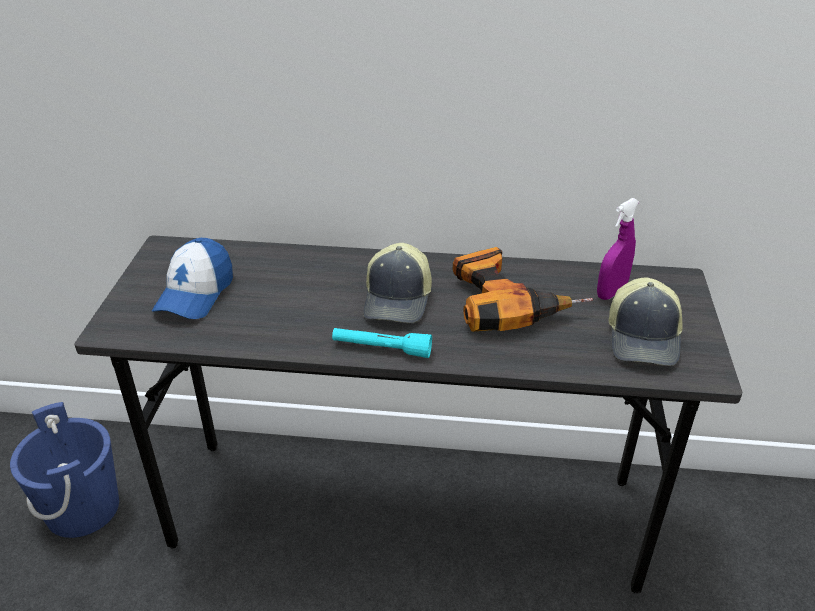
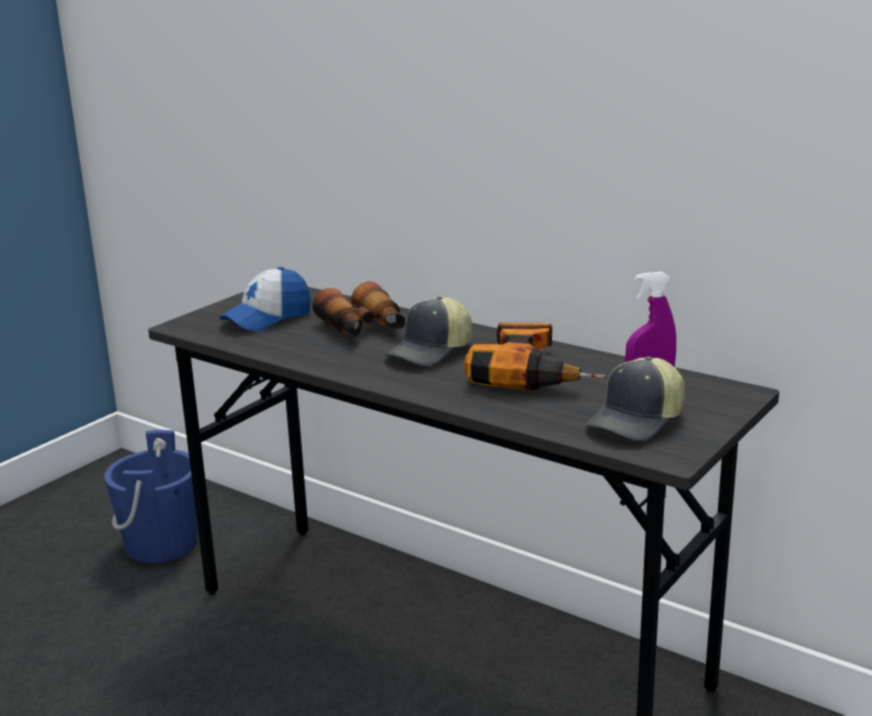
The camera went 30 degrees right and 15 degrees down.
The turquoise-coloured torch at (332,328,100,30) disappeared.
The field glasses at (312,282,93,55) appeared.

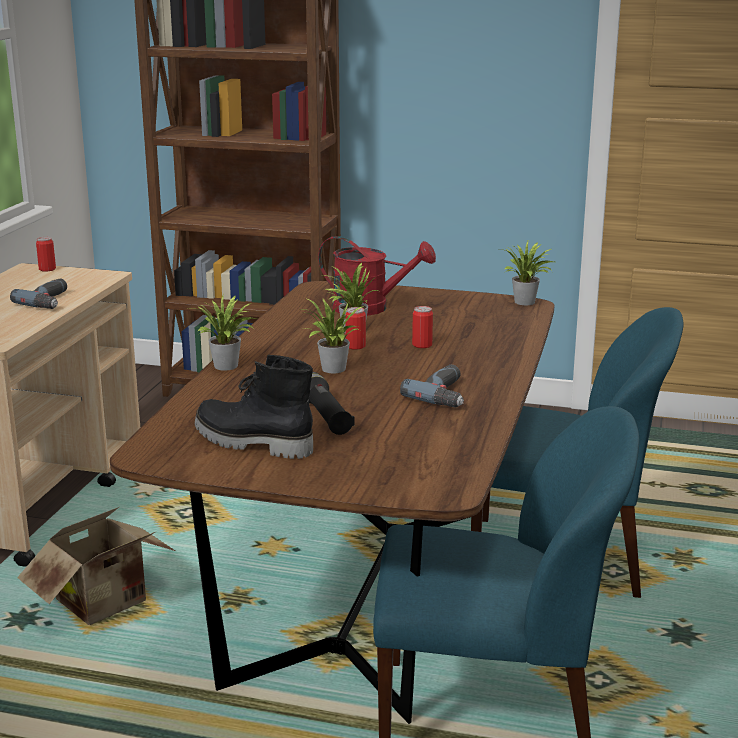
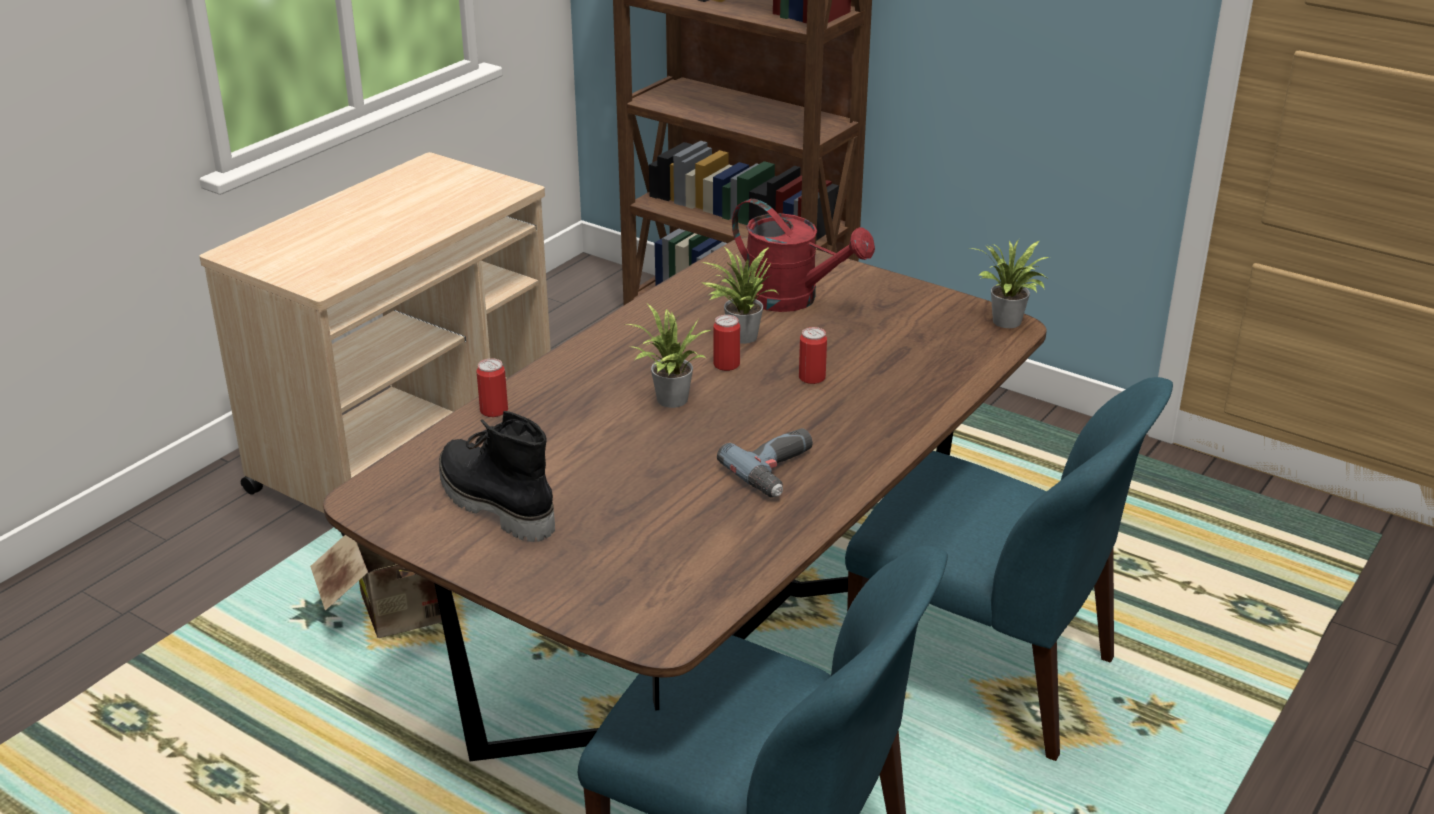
The camera went 20 degrees right and 10 degrees up.
The drill at (10,279,57,30) disappeared.
The potted plant at (190,295,68,76) disappeared.
The blackish torch at (309,372,45,63) disappeared.
The can moved from (36,237,20,35) to (476,358,32,59).

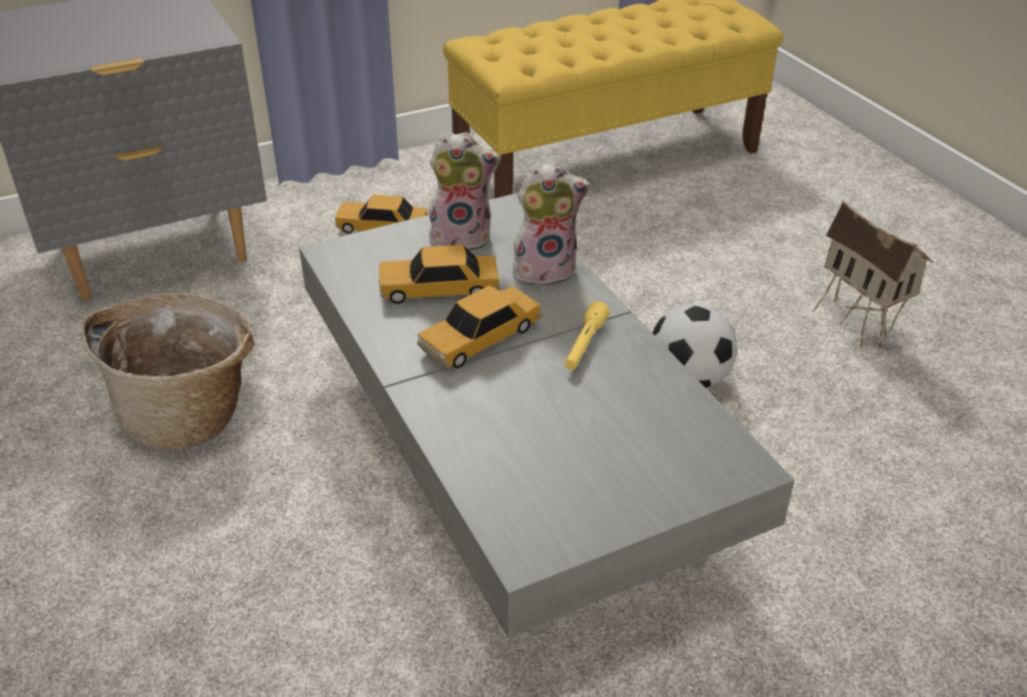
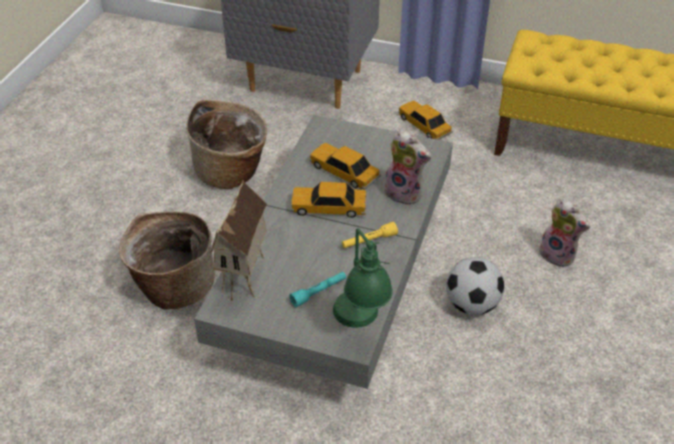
The camera went 45 degrees right and 5 degrees up.
The basket at (119,212,96,98) appeared.
The turquoise-coloured torch at (289,272,57,35) appeared.
The greenish lamp for a table at (333,228,60,100) appeared.
The soft toy moved from (428,132,73,119) to (539,199,51,69).
The miniature house moved from (812,200,122,148) to (210,180,57,121).

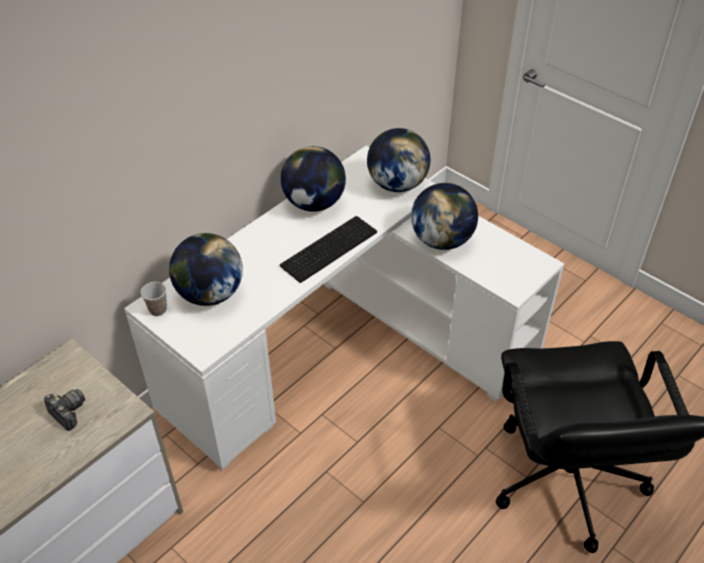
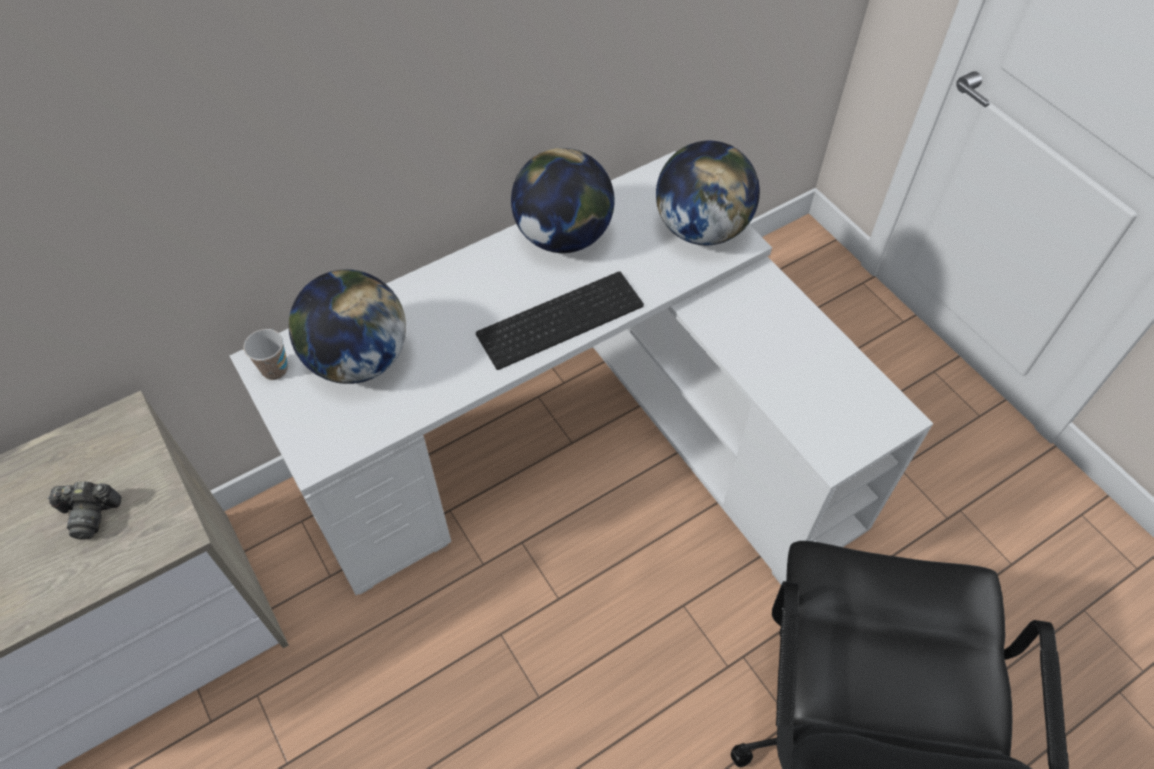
The camera went 15 degrees right and 10 degrees up.
The world globe at (411,183,67,67) disappeared.
The still camera at (44,389,41,42) turned 120 degrees clockwise.

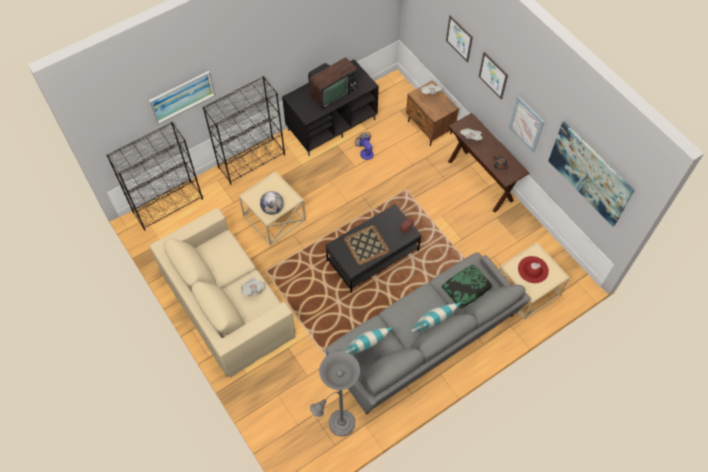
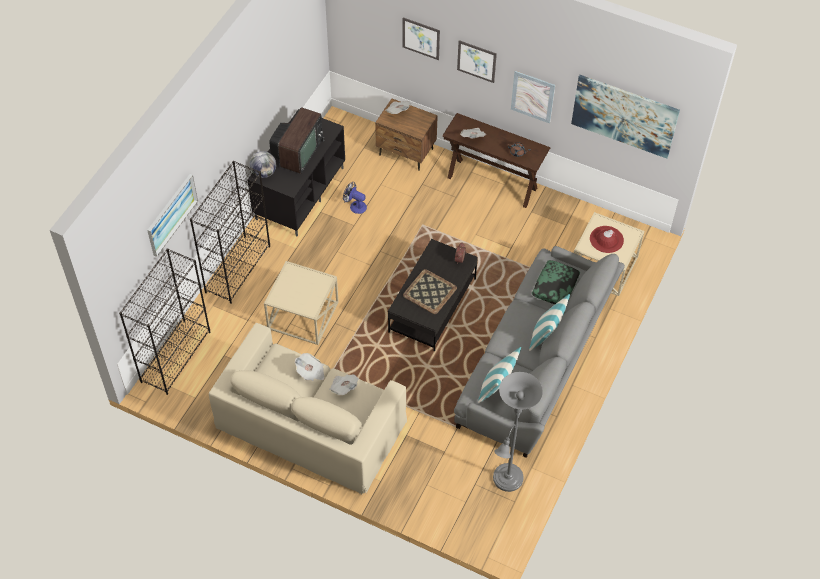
The camera went 30 degrees left and 5 degrees down.
The daily paper at (295,353,29,28) appeared.
The world globe moved from (260,191,23,24) to (250,151,26,27).

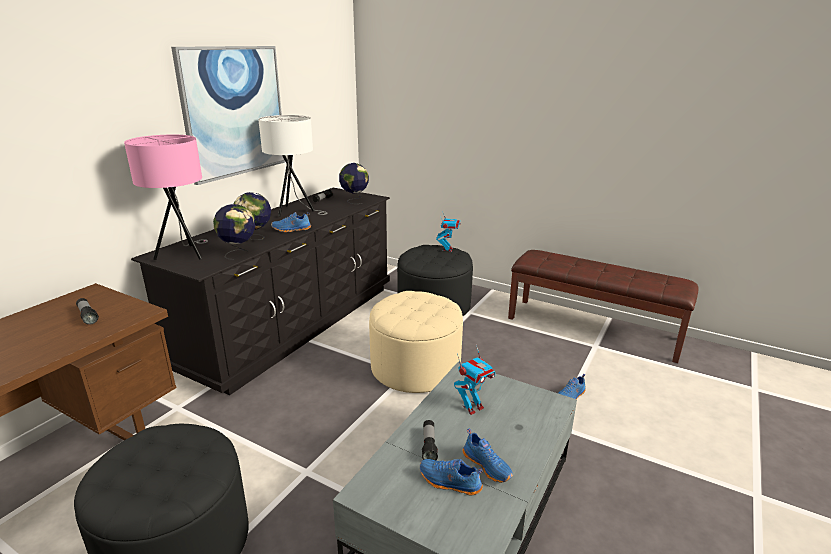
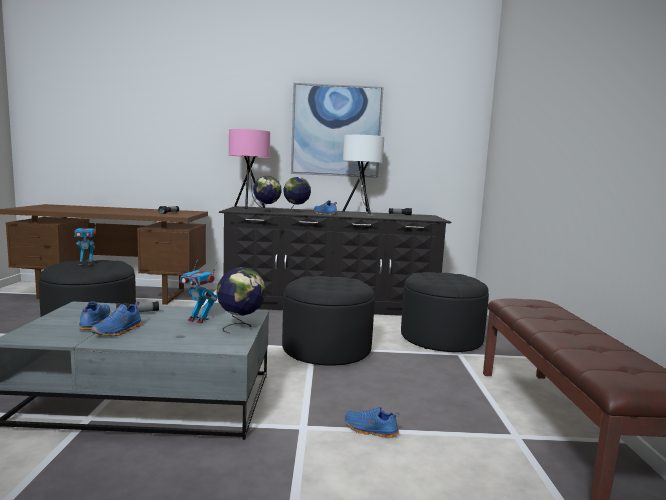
The camera went 60 degrees right and 15 degrees down.
The world globe moved from (339,163,30,41) to (216,267,50,67).
The model robot moved from (436,212,25,40) to (74,221,22,44).
The beige pouffe at (369,291,94,102) became the blackish pouffe at (282,276,93,90).

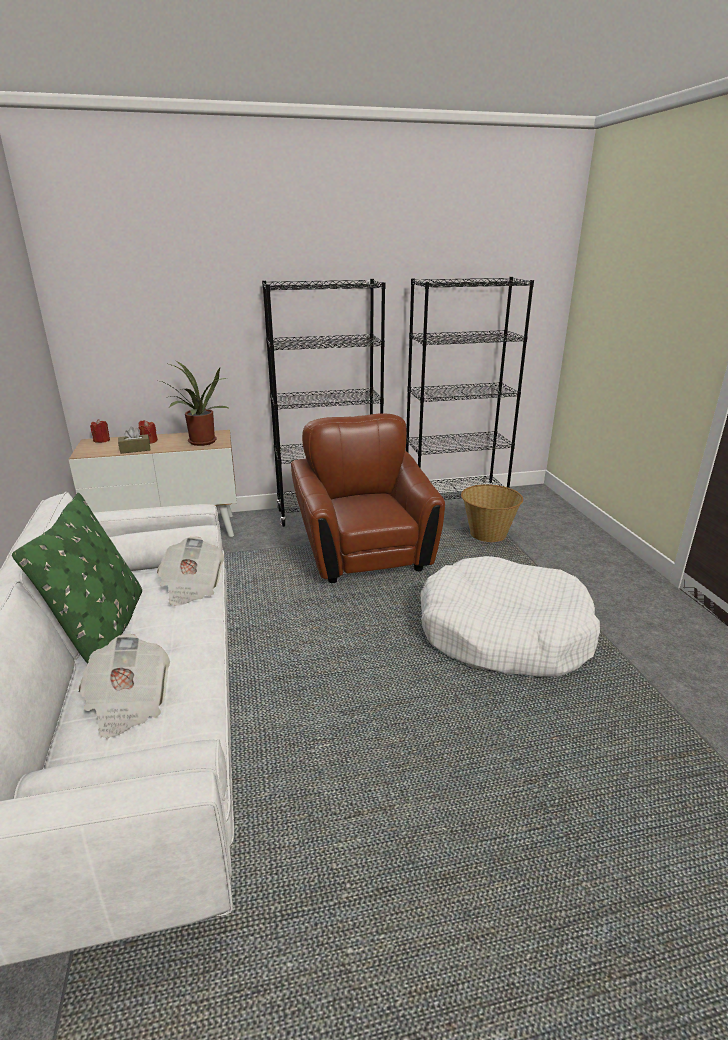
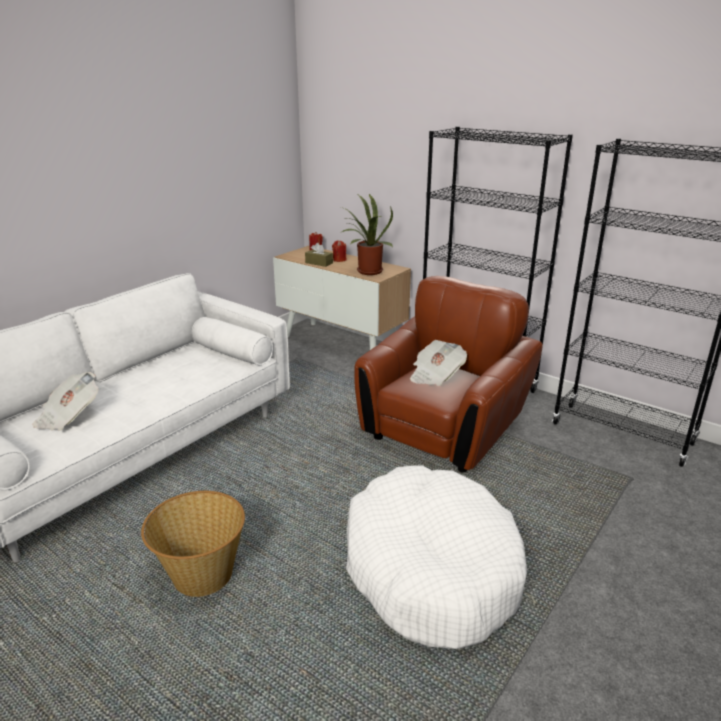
The camera went 50 degrees right and 0 degrees up.
The greenish throw pillow at (12,493,130,171) disappeared.
The daily paper moved from (157,536,67,70) to (410,340,57,46).
The basket moved from (461,484,62,58) to (141,491,104,106).

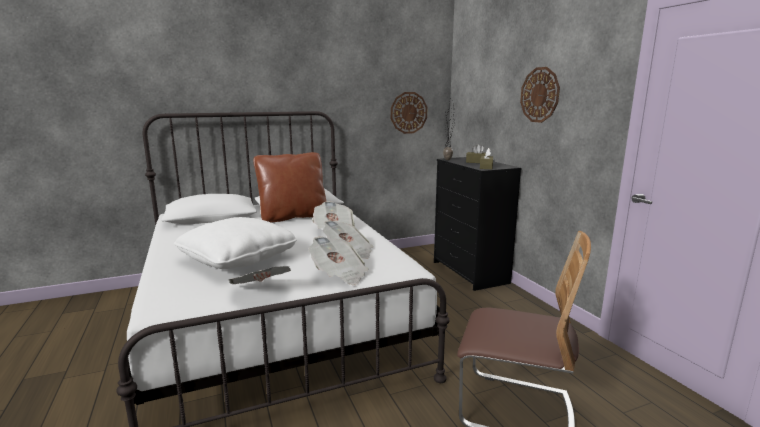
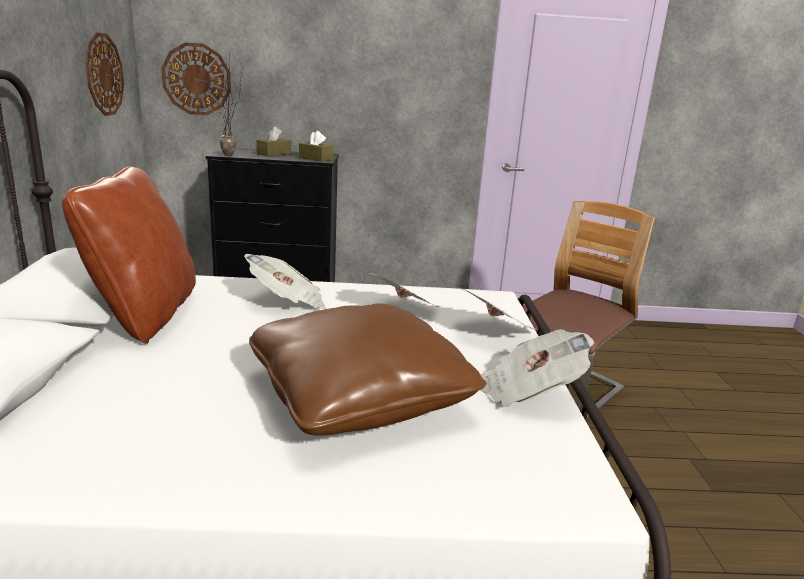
The camera went 70 degrees left and 5 degrees up.
The wall clock moved from (520,67,40,56) to (161,42,70,73).
The whitish throw pillow at (174,217,123,52) became the brownish throw pillow at (249,303,237,133).

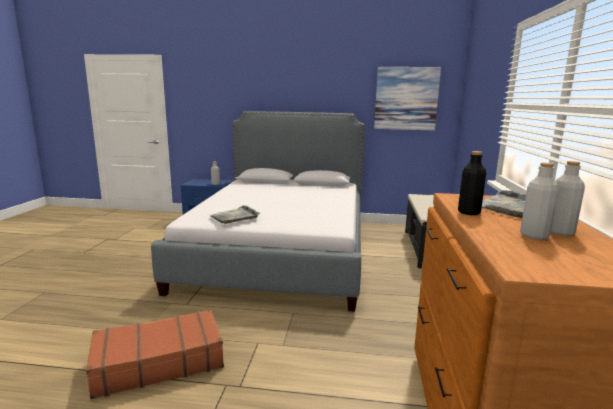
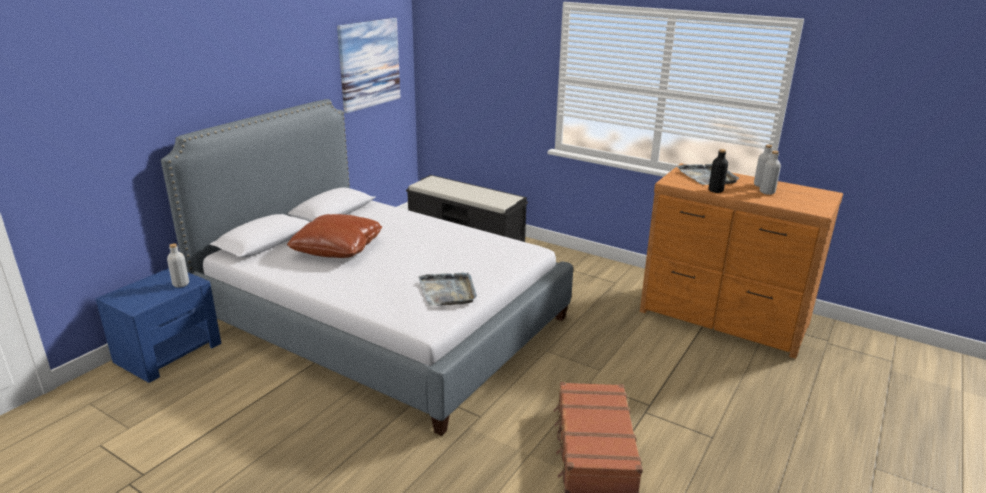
The camera went 65 degrees left and 10 degrees up.
The brownish throw pillow at (287,214,95,44) appeared.

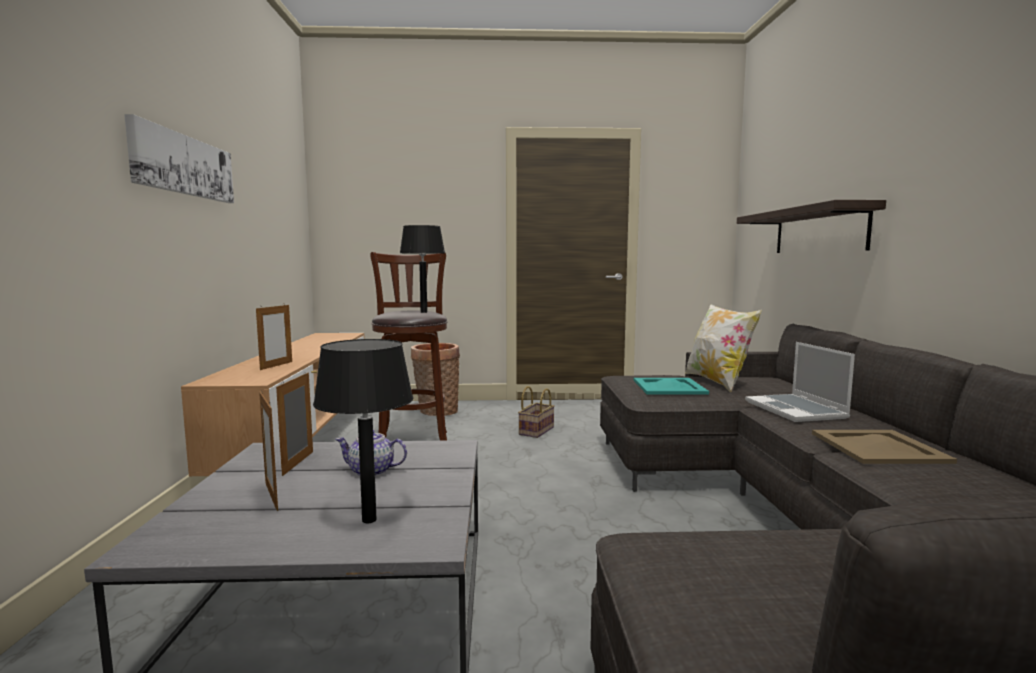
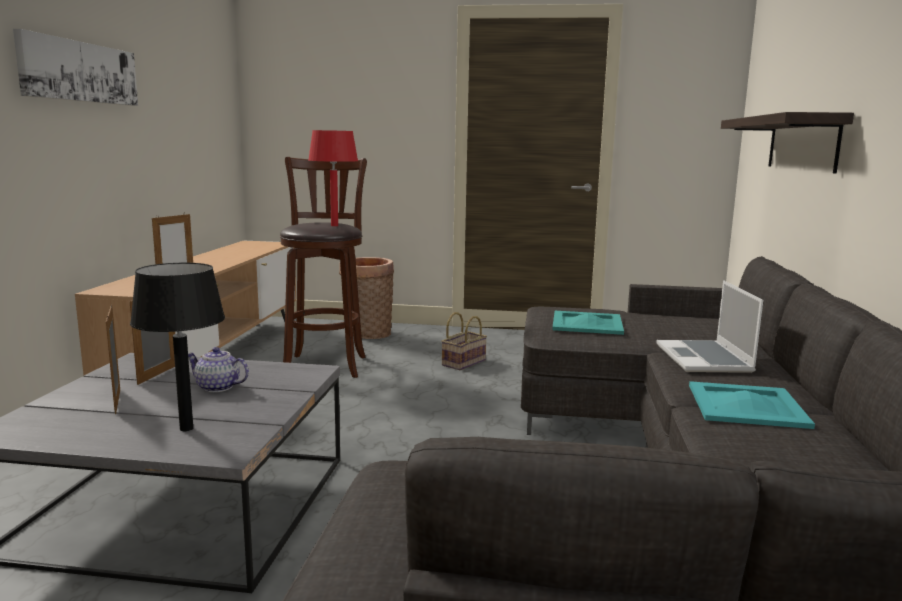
The camera went 10 degrees right and 5 degrees up.
The throw pillow at (684,304,78,88) disappeared.
The blackish lamp for a table at (400,225,45,88) became the red-coloured lamp for a table at (308,130,50,96).
The beige serving tray at (812,430,145,34) became the turquoise-coloured serving tray at (689,381,126,48).

